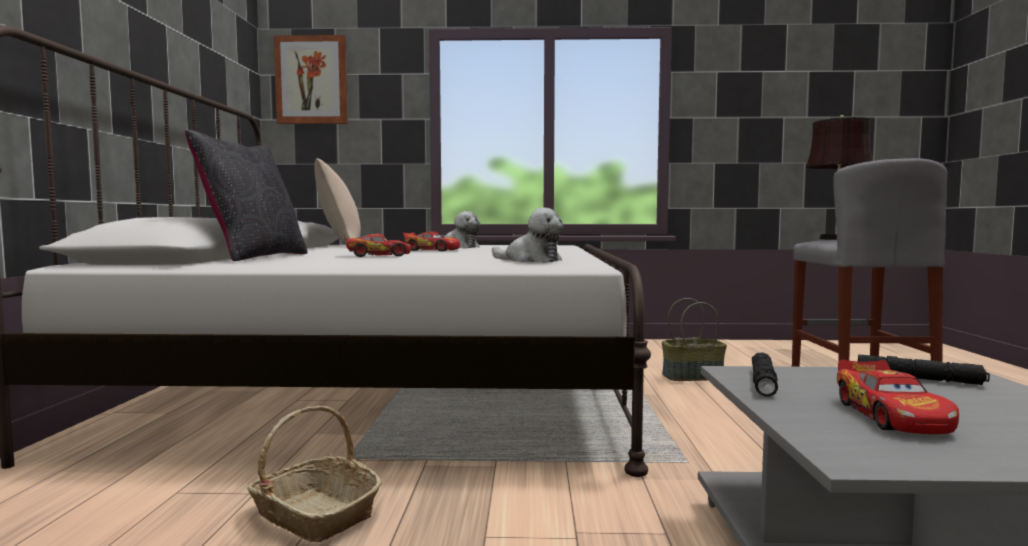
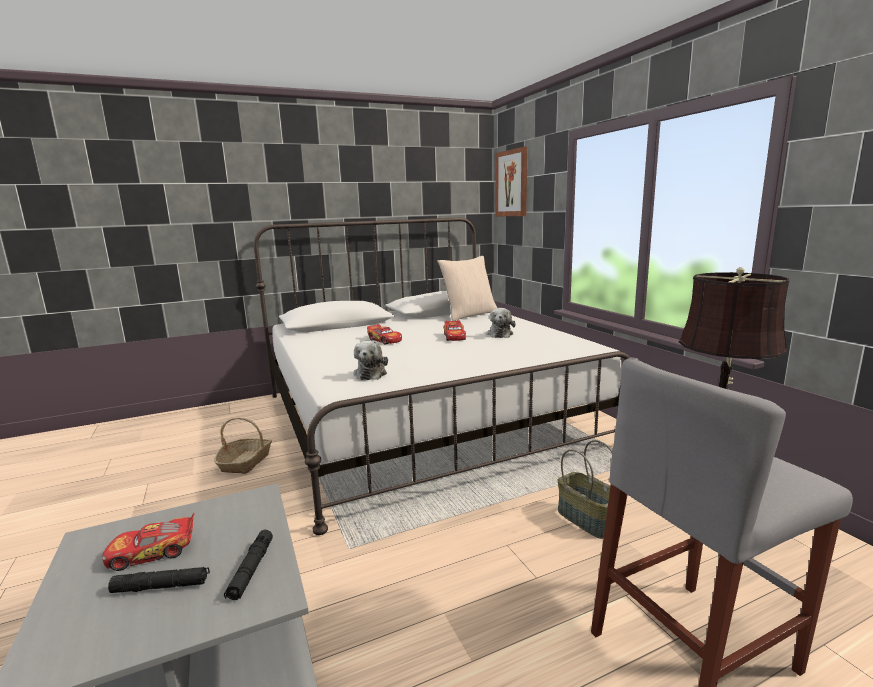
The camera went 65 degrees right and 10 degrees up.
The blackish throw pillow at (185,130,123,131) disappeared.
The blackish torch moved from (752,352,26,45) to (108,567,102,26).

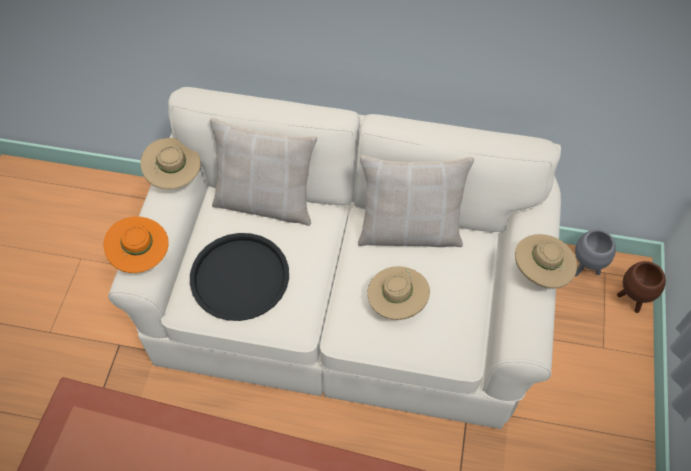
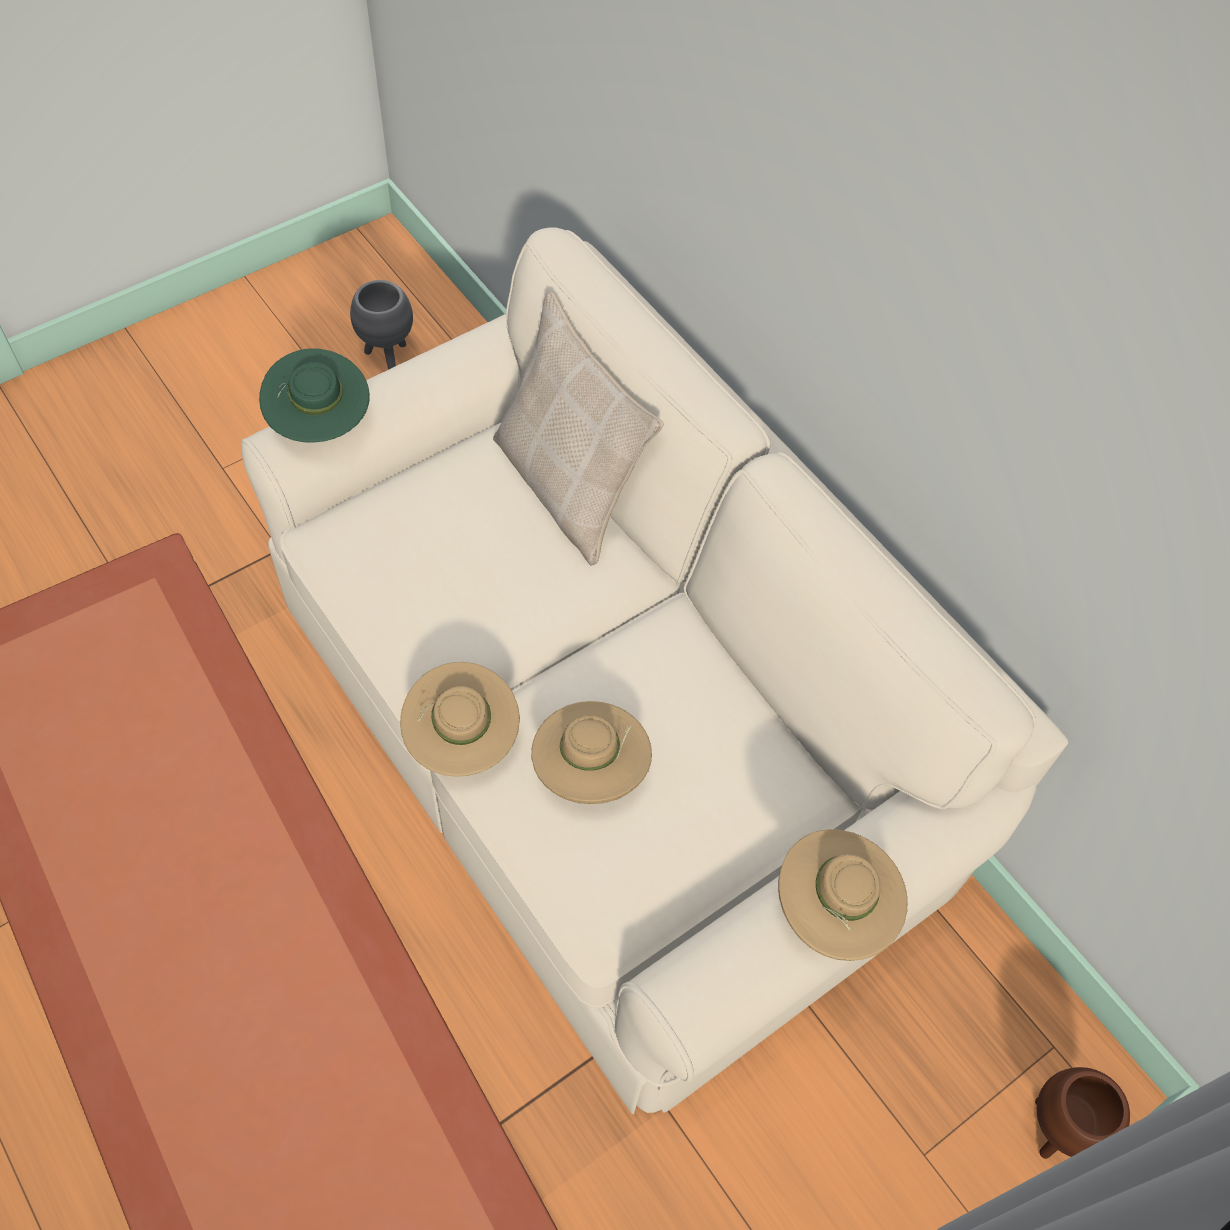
The camera went 40 degrees right and 0 degrees up.
The blackish serving tray at (190,233,99,88) disappeared.
The beige throw pillow at (358,155,116,92) disappeared.
The beige wearable hat moved from (140,138,61,51) to (400,662,120,115).
The grey flower pot moved from (575,229,41,47) to (350,280,63,90).
The orange wearable hat at (104,217,65,56) became the greenish wearable hat at (259,348,111,95).

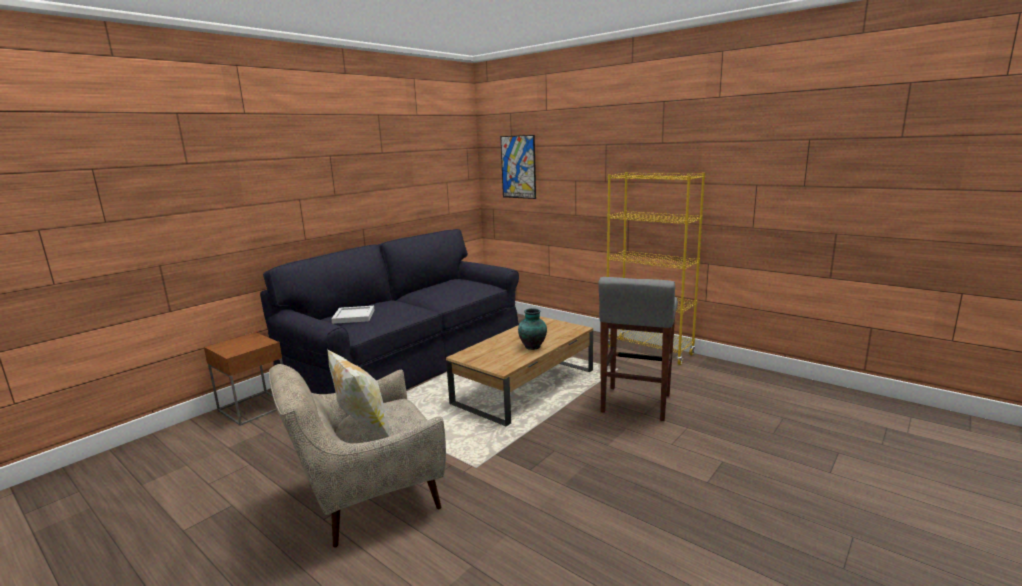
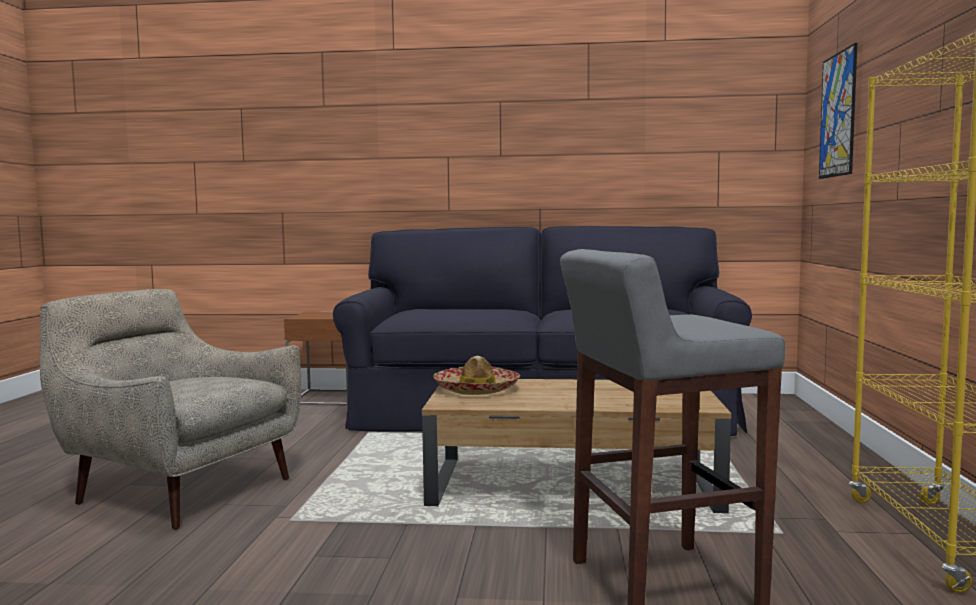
The camera went 55 degrees right and 10 degrees down.
The throw pillow at (327,349,63,88) disappeared.
The whitish serving tray at (331,306,44,18) disappeared.
The decorative vase at (518,308,29,42) disappeared.
The wearable hat at (433,356,87,39) appeared.

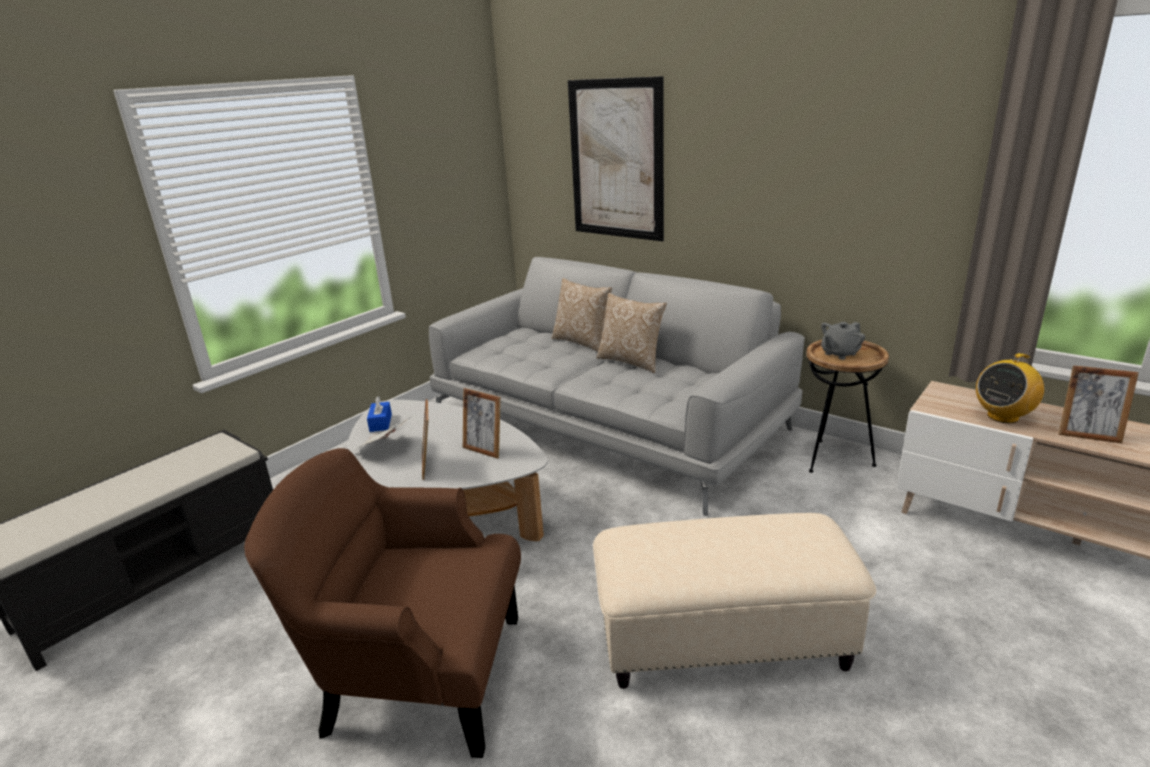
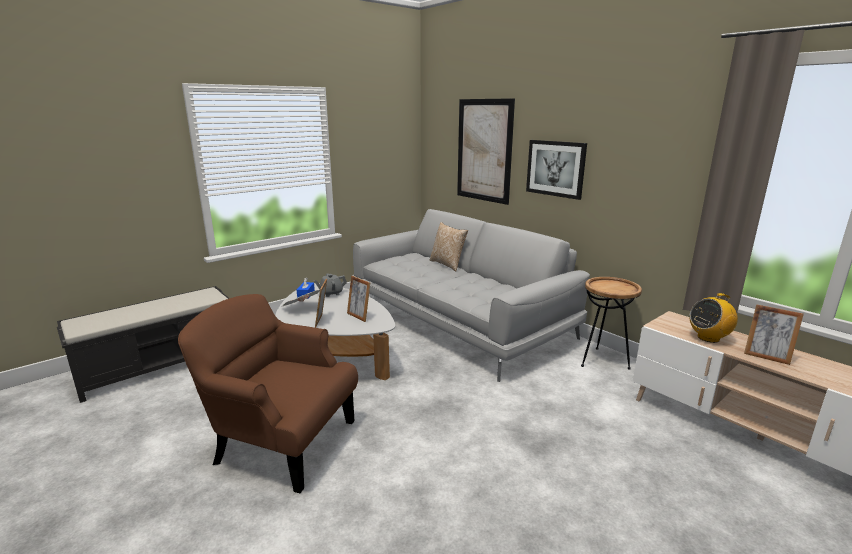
The camera went 10 degrees right and 5 degrees down.
The beige pouffe at (593,513,283,176) disappeared.
The throw pillow at (596,293,71,80) disappeared.
The picture at (526,140,61,60) appeared.
The grey pot for tea moved from (821,322,44,38) to (314,273,33,24).

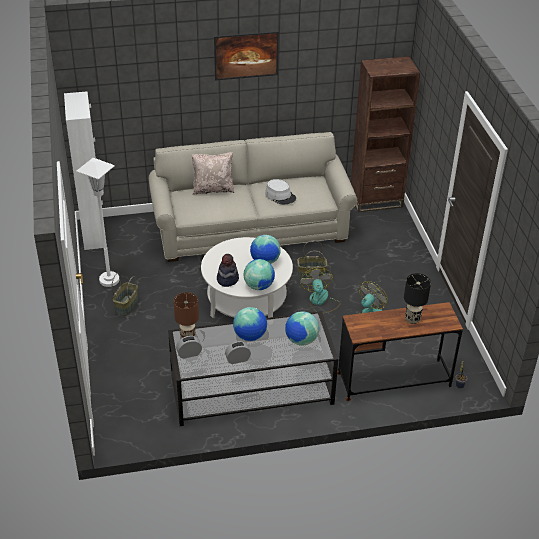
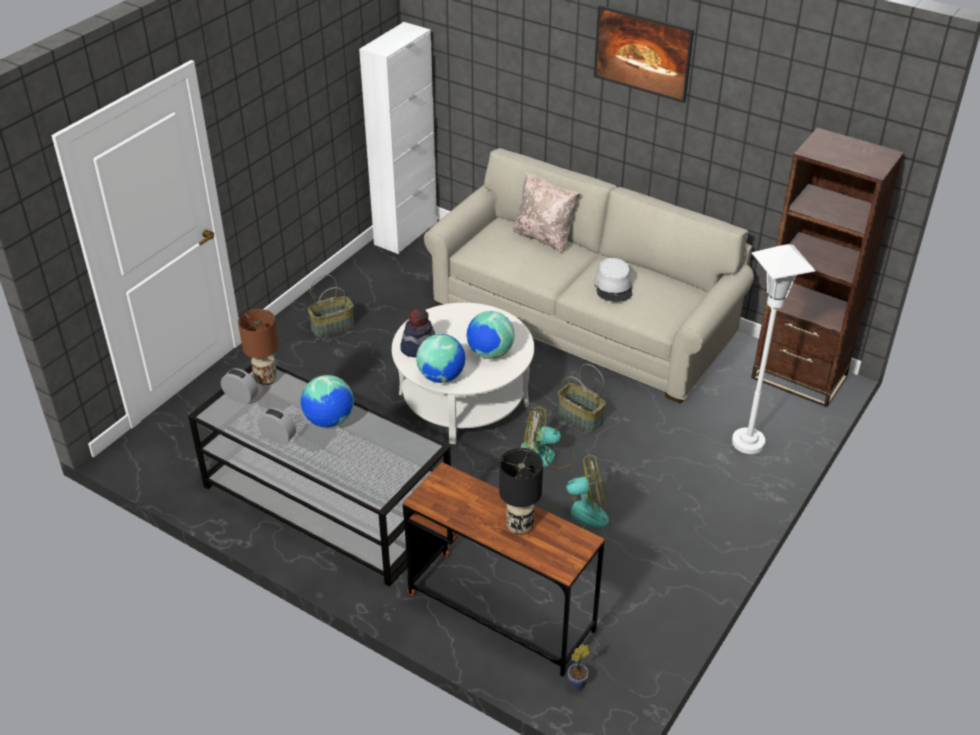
The camera went 45 degrees right and 0 degrees up.
The world globe at (285,311,34,35) disappeared.
The whitish standing lamp moved from (76,158,43,129) to (732,244,84,210).
The electric fan at (300,267,41,46) turned 120 degrees counterclockwise.

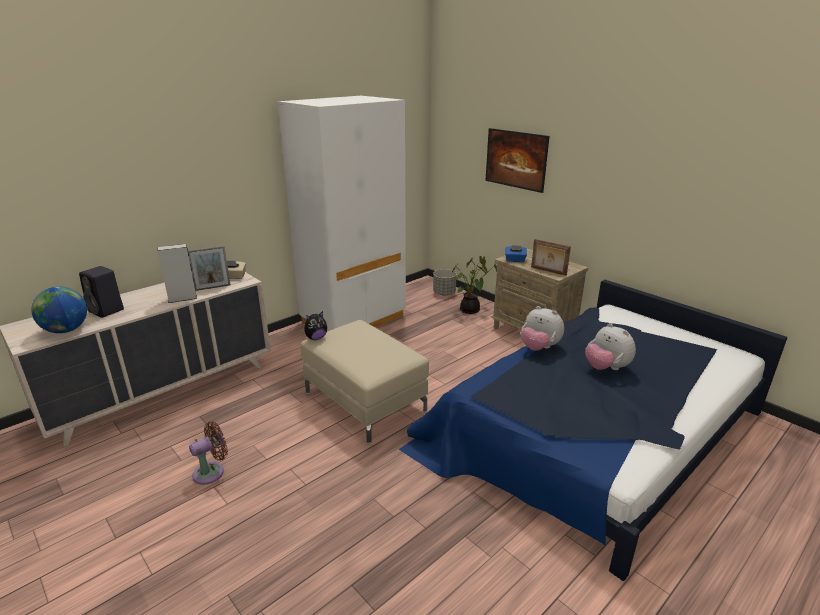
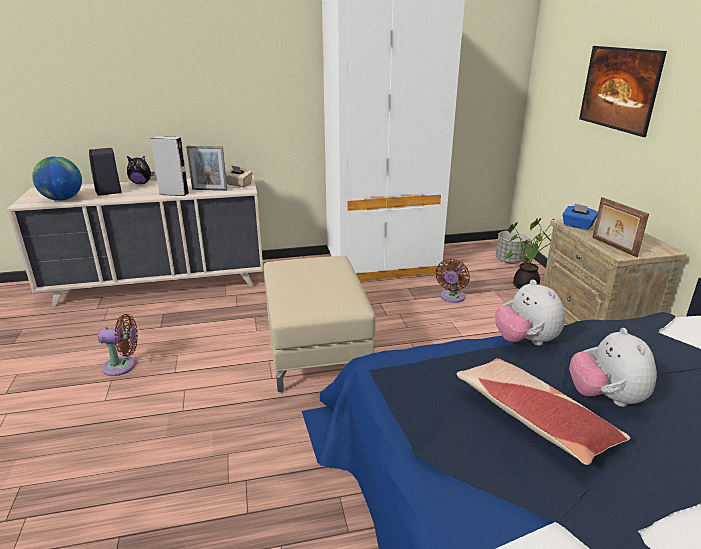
The camera went 30 degrees right and 0 degrees up.
The brownish electric fan at (436,259,34,44) appeared.
The throw pillow at (456,358,175,107) appeared.
The soft toy moved from (304,311,23,29) to (127,156,28,28).

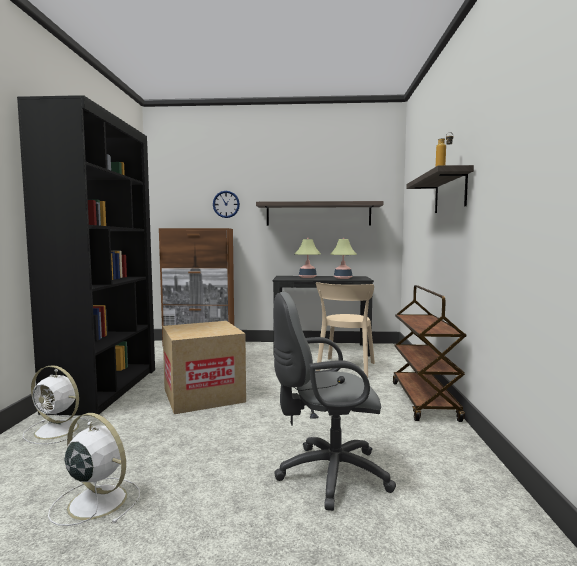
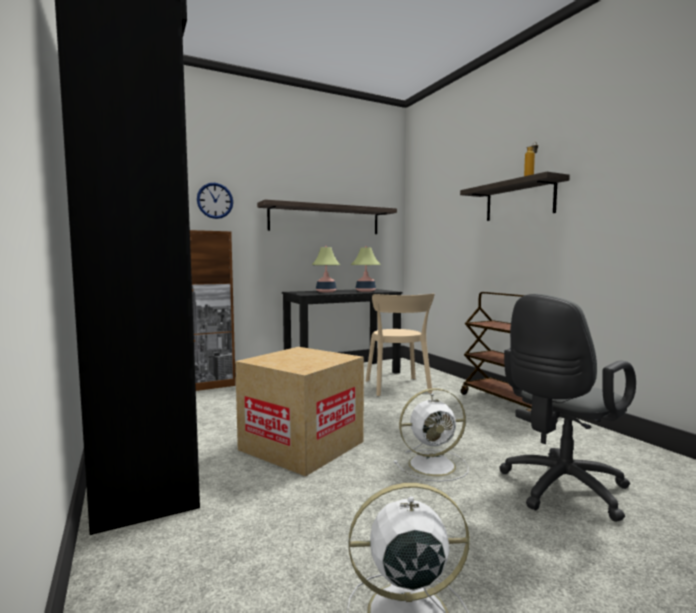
The camera went 30 degrees left and 0 degrees up.
The whitish electric fan moved from (23,365,68,79) to (394,388,75,94).

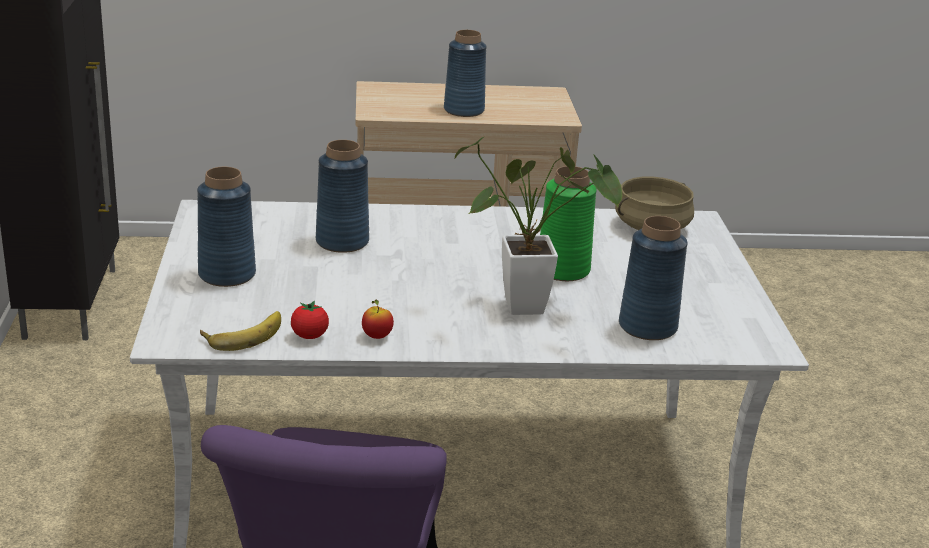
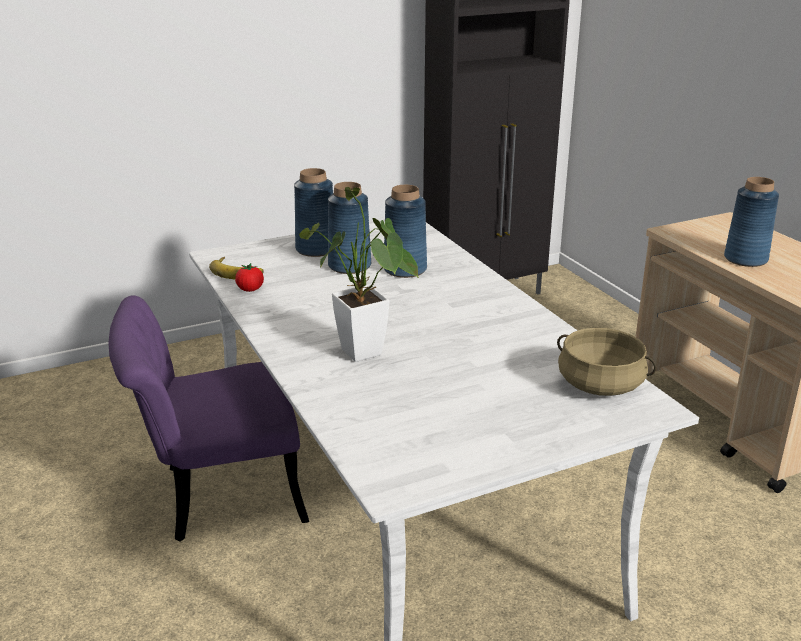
The camera went 70 degrees right and 0 degrees up.
The apple at (362,300,32,39) disappeared.
The greenish decorative vase at (540,166,56,115) disappeared.
The blue decorative vase moved from (619,216,69,124) to (328,182,43,92).

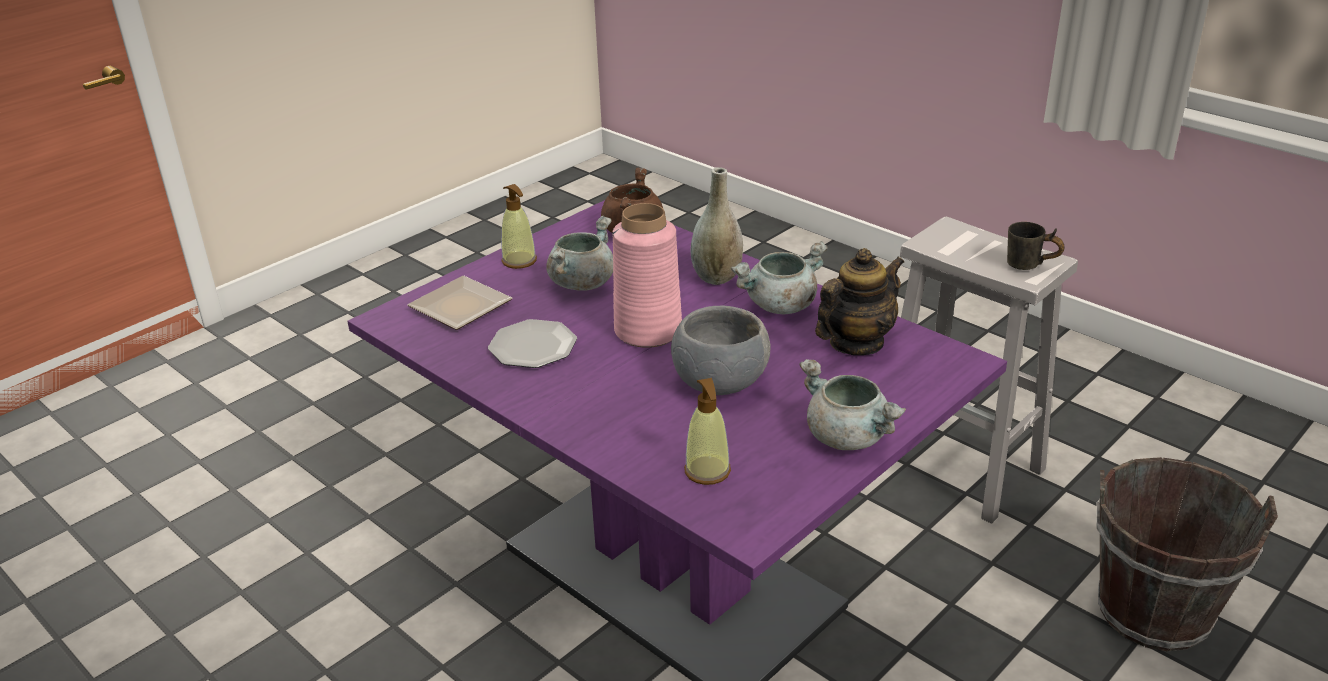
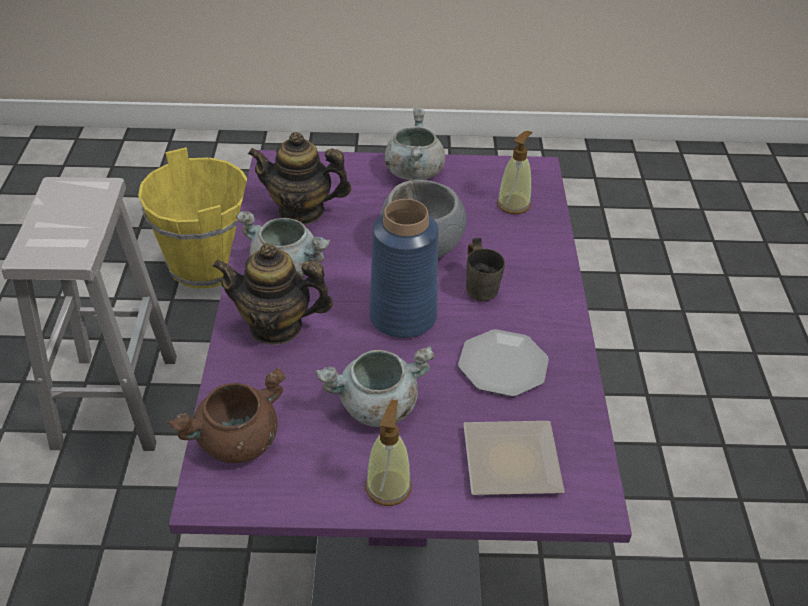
The camera went 135 degrees left and 10 degrees up.
The grey coffee mug moved from (1007,222,57,48) to (466,238,39,63).
The grey decorative vase at (690,167,53,118) was replaced by the pot for tea at (213,243,120,102).
The pink decorative vase at (612,203,70,145) became the blue decorative vase at (369,199,70,139).
The brownish bucket at (1096,457,182,194) became the yellow-coloured bucket at (138,147,109,142).

